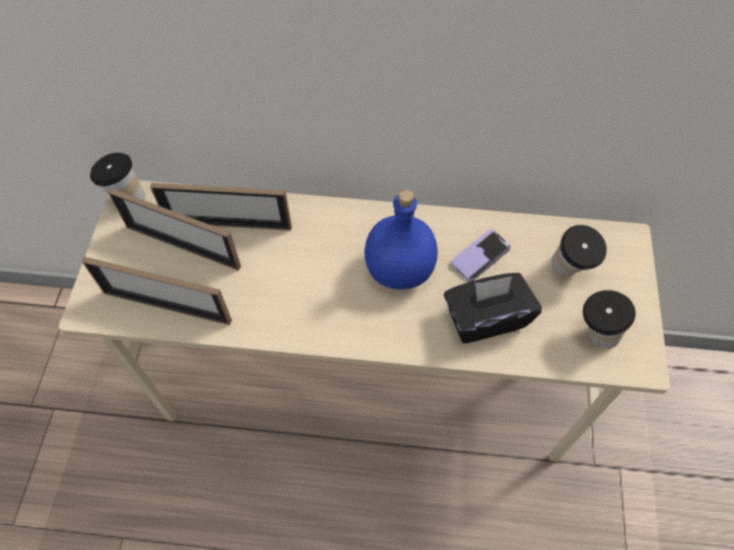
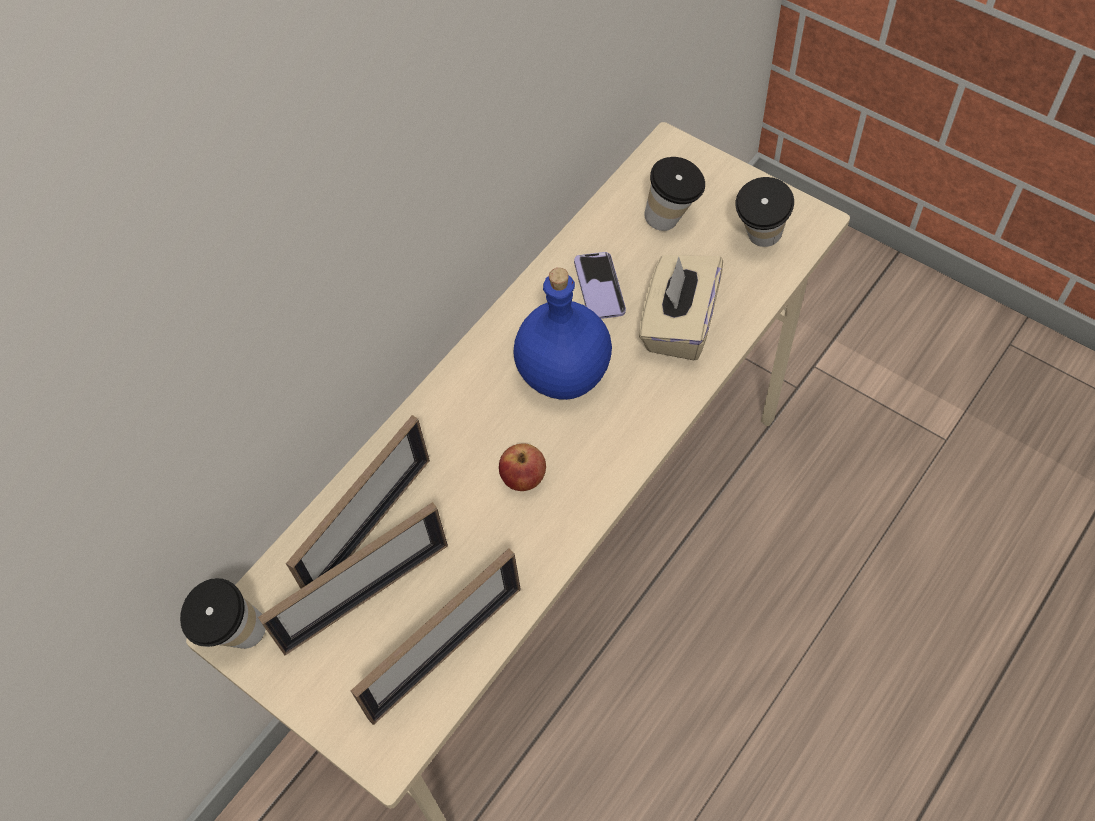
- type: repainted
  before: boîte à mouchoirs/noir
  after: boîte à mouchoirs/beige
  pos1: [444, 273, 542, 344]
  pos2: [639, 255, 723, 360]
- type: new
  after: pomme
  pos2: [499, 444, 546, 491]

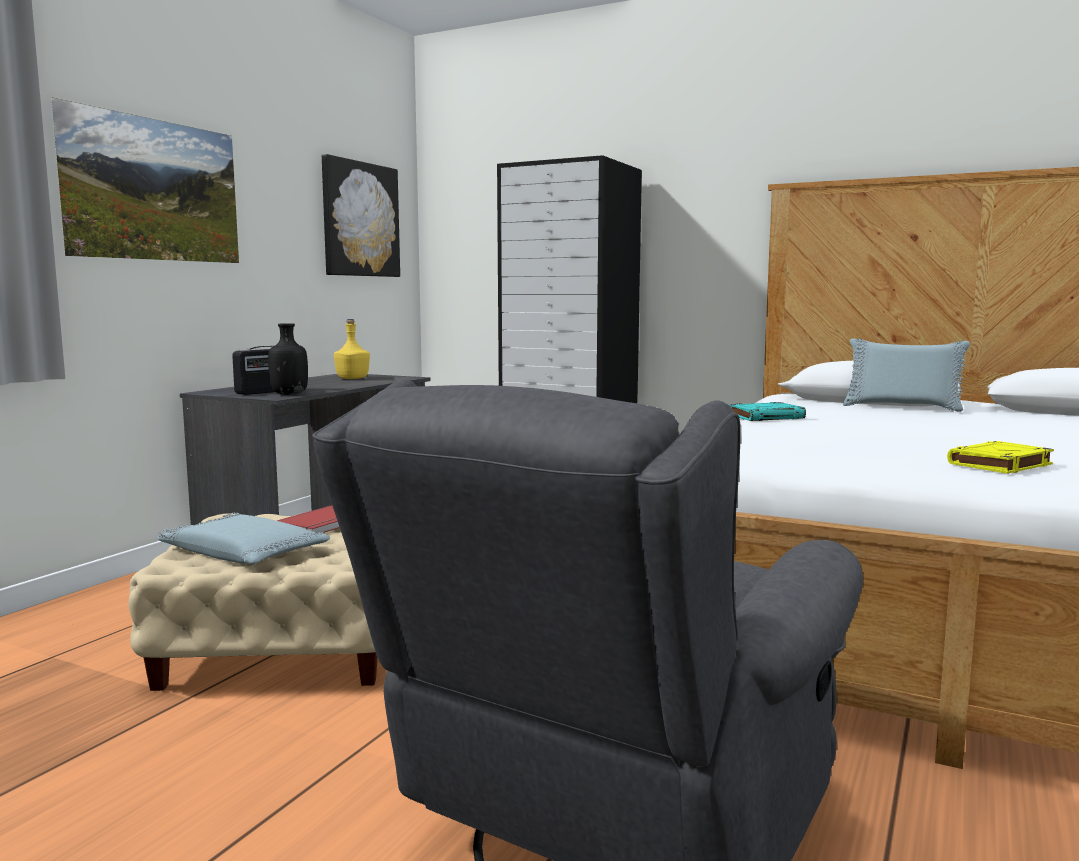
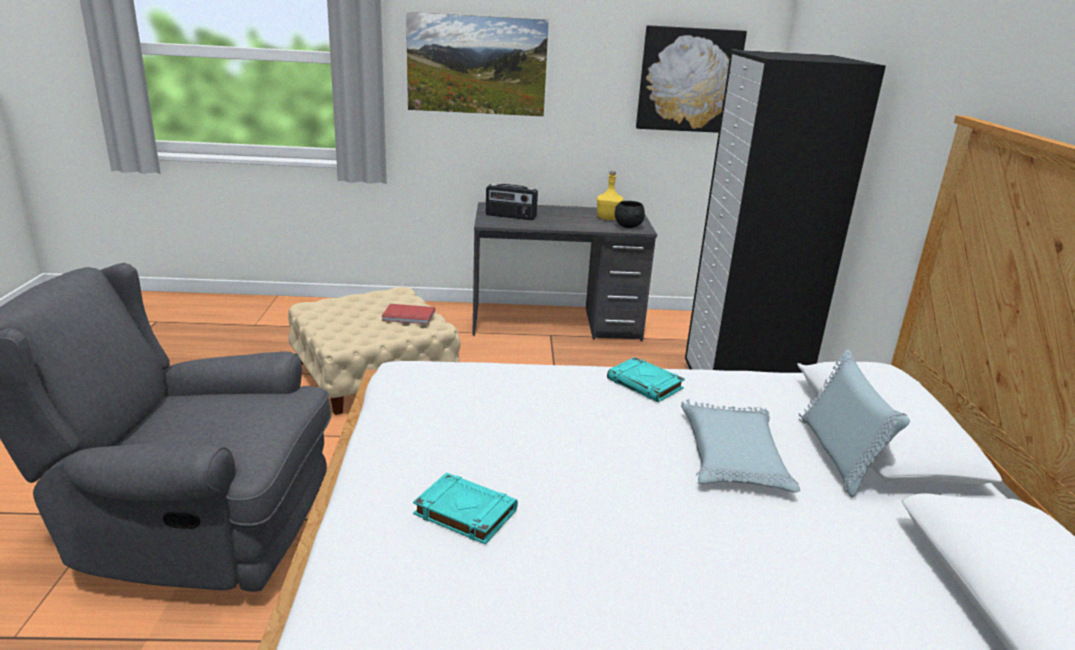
- type: shifted
  before: coussin/bleu
  pos1: [157, 512, 330, 565]
  pos2: [681, 399, 800, 493]
- type: gone
  before: bouteille/noir
  pos1: [268, 323, 308, 395]
- type: repainted
  before: livre/jaune
  after: livre/turquoise
  pos1: [947, 441, 1054, 474]
  pos2: [413, 472, 518, 545]
- type: new
  after: bol/noir
  pos2: [615, 201, 645, 228]

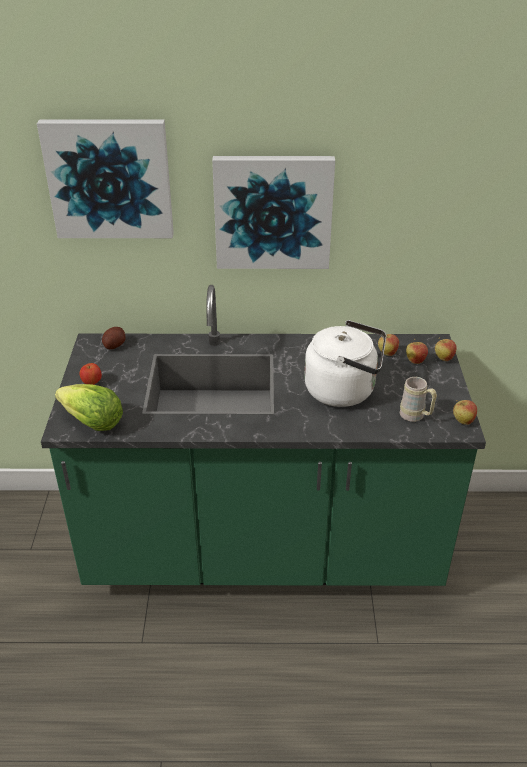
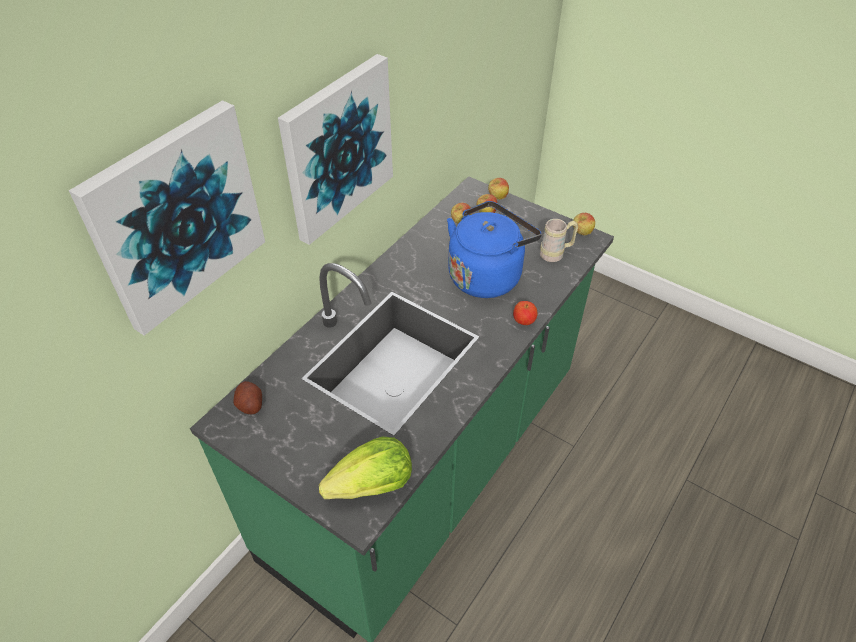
- type: shifted
  before: pomme
  pos1: [79, 363, 102, 385]
  pos2: [513, 301, 538, 325]
- type: repainted
  before: bouilloire/blanc
  after: bouilloire/bleu
  pos1: [304, 320, 386, 407]
  pos2: [447, 201, 542, 298]

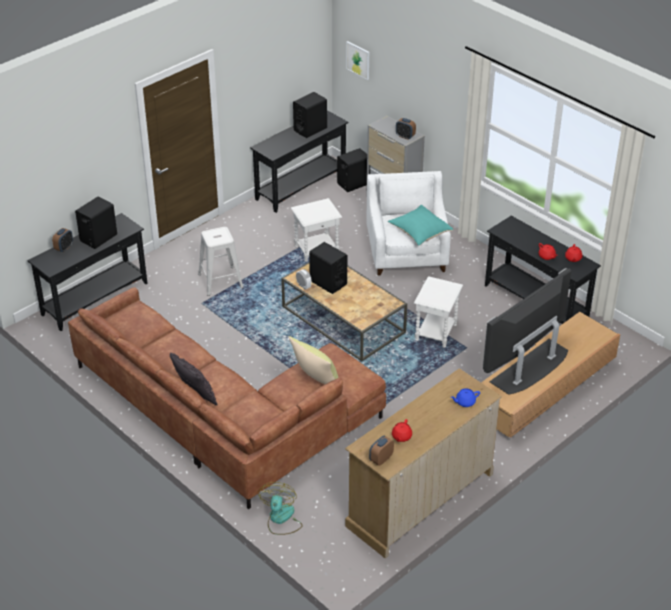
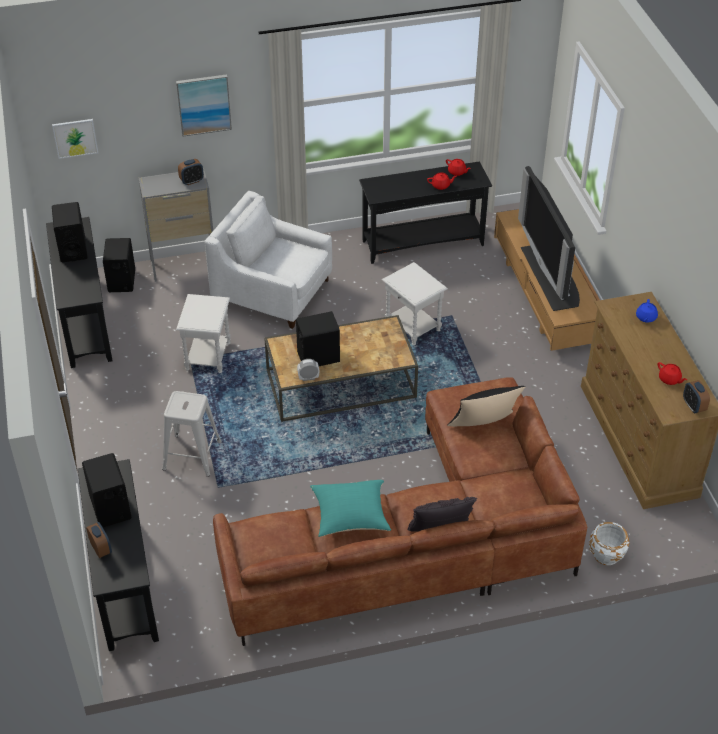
- type: swapped
  before: ventilateur
  after: cache-pot/blanc
  pos1: [258, 482, 303, 535]
  pos2: [589, 522, 630, 565]
- type: repainted
  before: coussin/jaune
  after: coussin/noir
  pos1: [289, 336, 338, 384]
  pos2: [447, 386, 525, 427]
- type: shifted
  before: coussin/turquoise
  pos1: [388, 205, 453, 246]
  pos2: [310, 480, 392, 537]
- type: new
  after: tableau
  pos2: [176, 74, 232, 137]

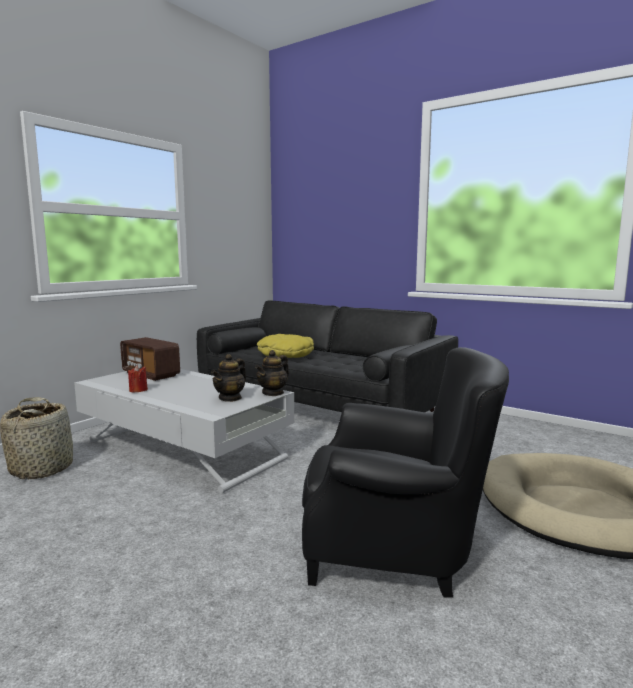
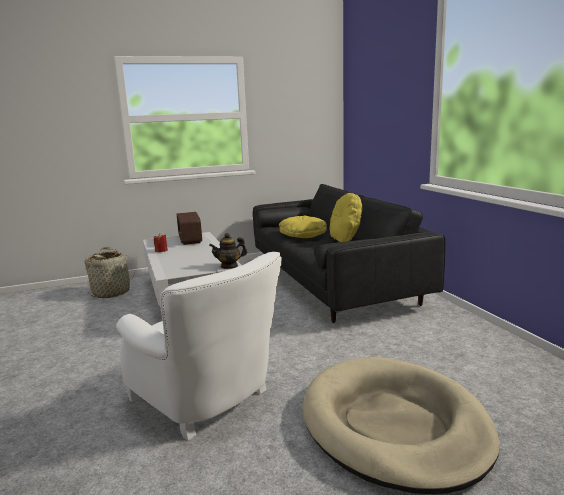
- type: gone
  before: théière
  pos1: [211, 354, 246, 402]
- type: repainted
  before: fauteuil/noir
  after: fauteuil/blanc
  pos1: [302, 347, 509, 598]
  pos2: [116, 252, 282, 440]
- type: new
  after: coussin/jaune
  pos2: [330, 193, 362, 242]

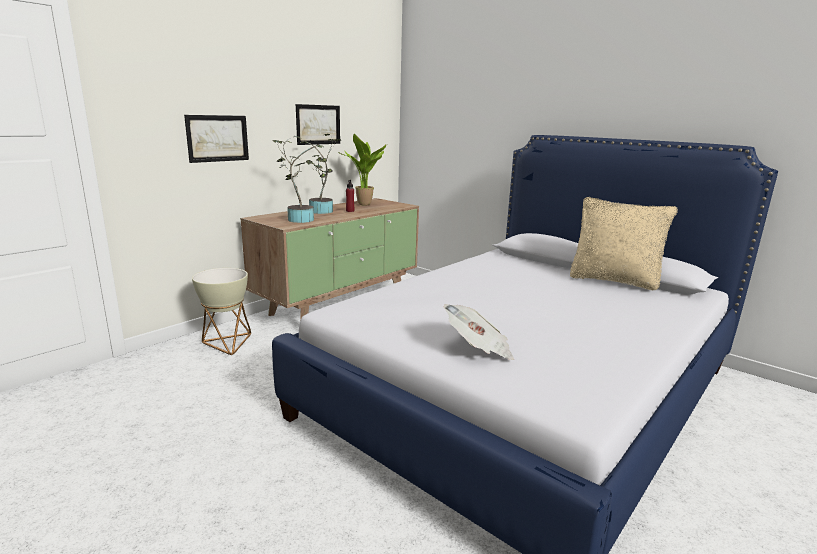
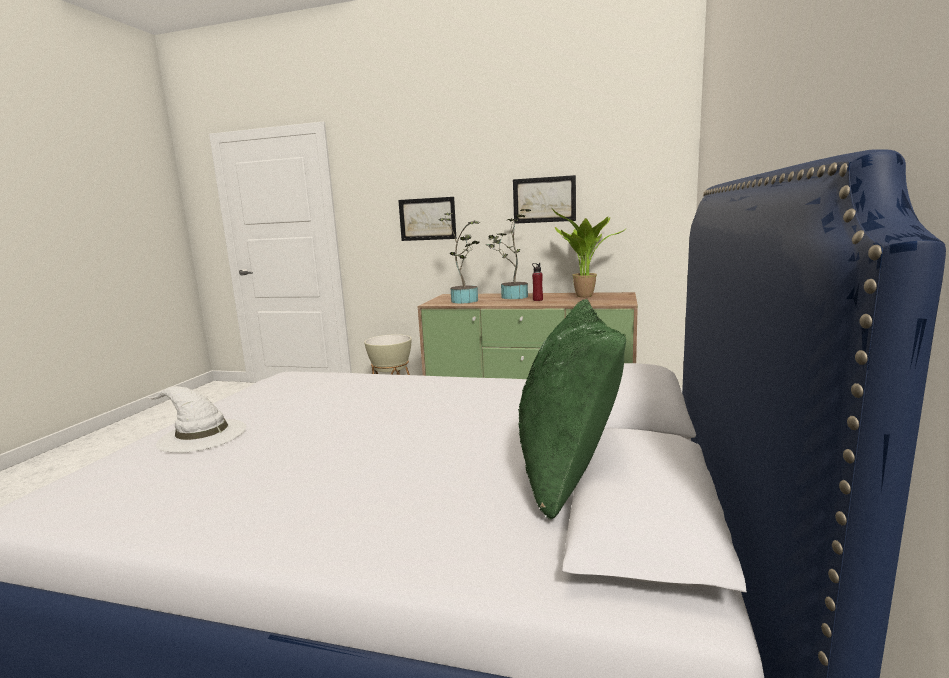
- type: swapped
  before: journal
  after: chapeau/blanc
  pos1: [444, 304, 515, 360]
  pos2: [147, 386, 246, 453]
- type: repainted
  before: coussin/beige
  after: coussin/vert
  pos1: [570, 197, 678, 291]
  pos2: [518, 298, 626, 520]

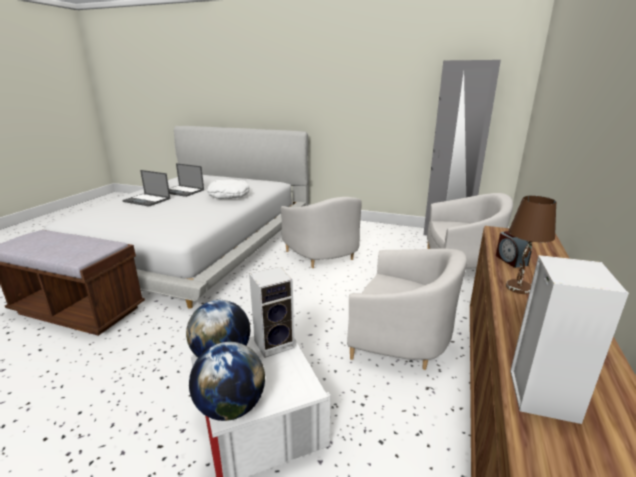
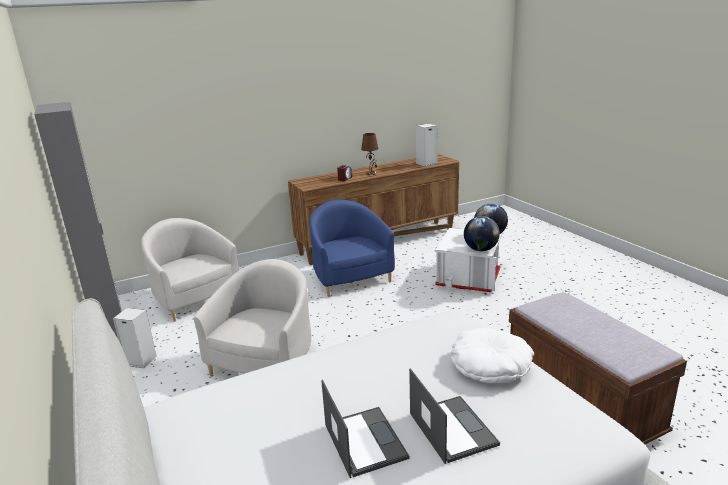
- type: shifted
  before: coussin/blanc
  pos1: [207, 179, 249, 199]
  pos2: [451, 328, 534, 384]
- type: shifted
  before: enceinte
  pos1: [249, 267, 295, 358]
  pos2: [113, 308, 157, 368]
- type: repainted
  before: fauteuil/blanc
  after: fauteuil/bleu
  pos1: [347, 249, 467, 370]
  pos2: [309, 199, 395, 297]

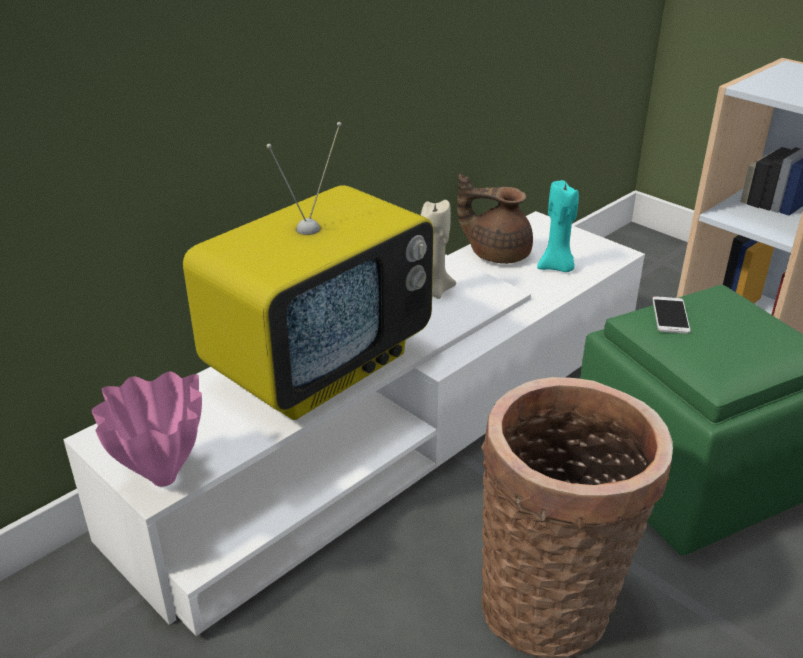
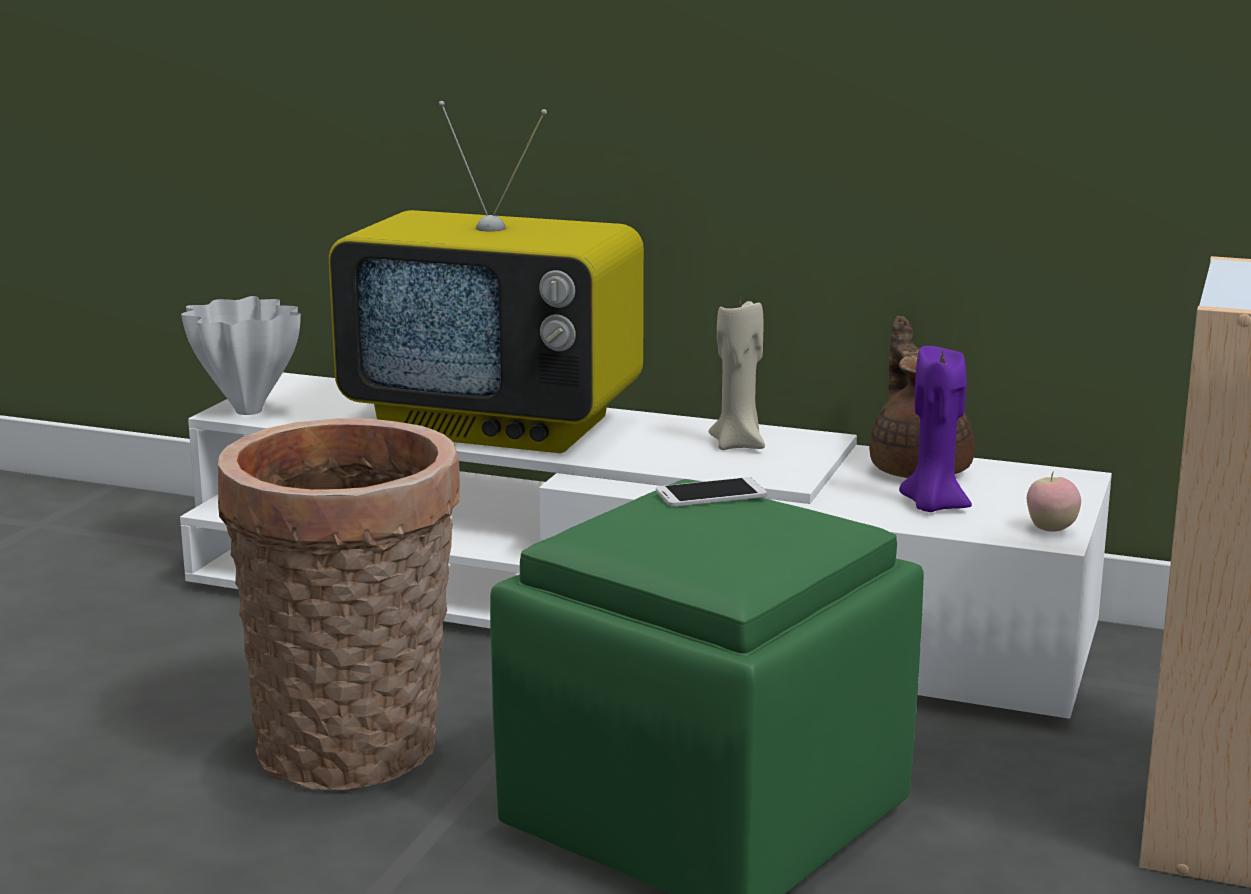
- type: repainted
  before: vase/rose
  after: vase/blanc
  pos1: [91, 372, 202, 487]
  pos2: [181, 296, 301, 415]
- type: repainted
  before: bougie/turquoise
  after: bougie/violet
  pos1: [537, 180, 579, 272]
  pos2: [899, 344, 972, 512]
- type: new
  after: pomme
  pos2: [1027, 471, 1081, 532]

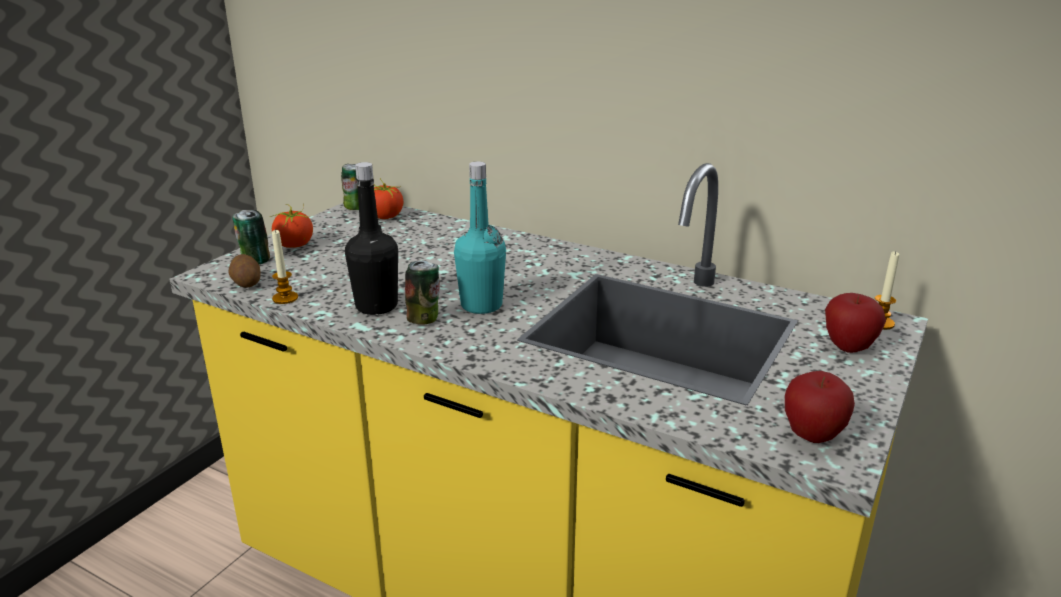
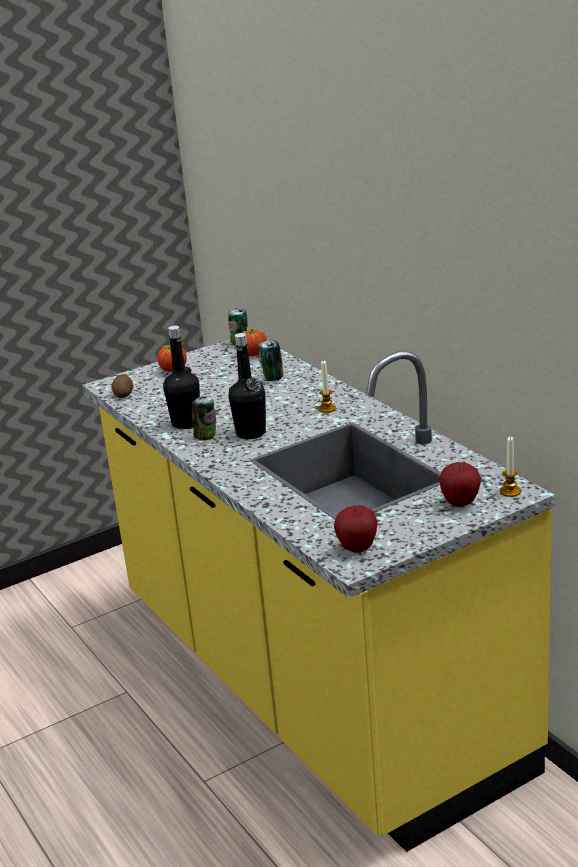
- type: shifted
  before: boîte métallique
  pos1: [232, 210, 270, 264]
  pos2: [259, 340, 283, 381]
- type: shifted
  before: bougie
  pos1: [272, 229, 298, 304]
  pos2: [318, 360, 336, 413]
- type: repainted
  before: bouteille/turquoise
  after: bouteille/noir
  pos1: [454, 161, 506, 314]
  pos2: [228, 333, 266, 439]

